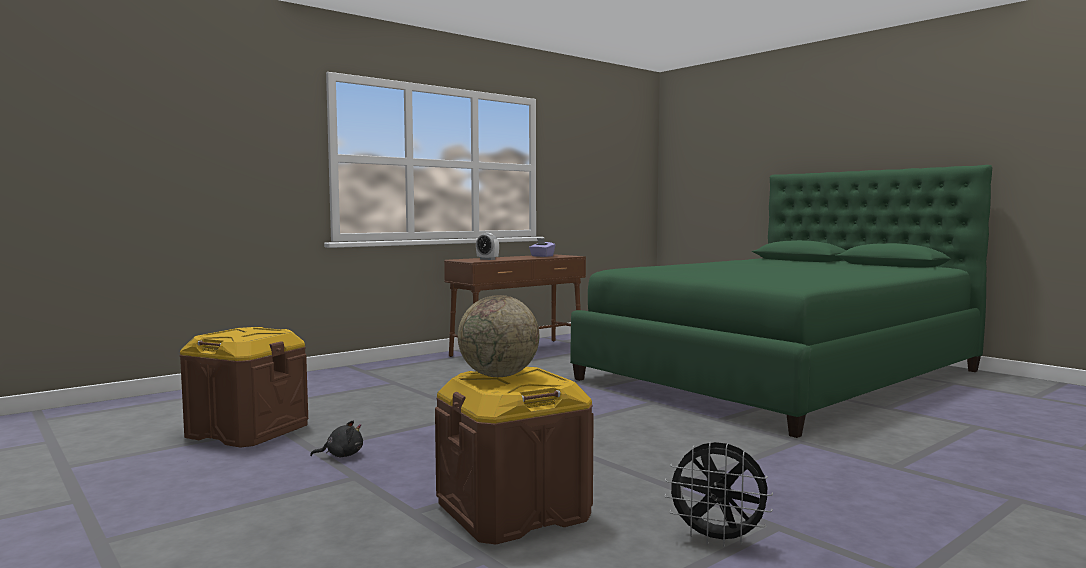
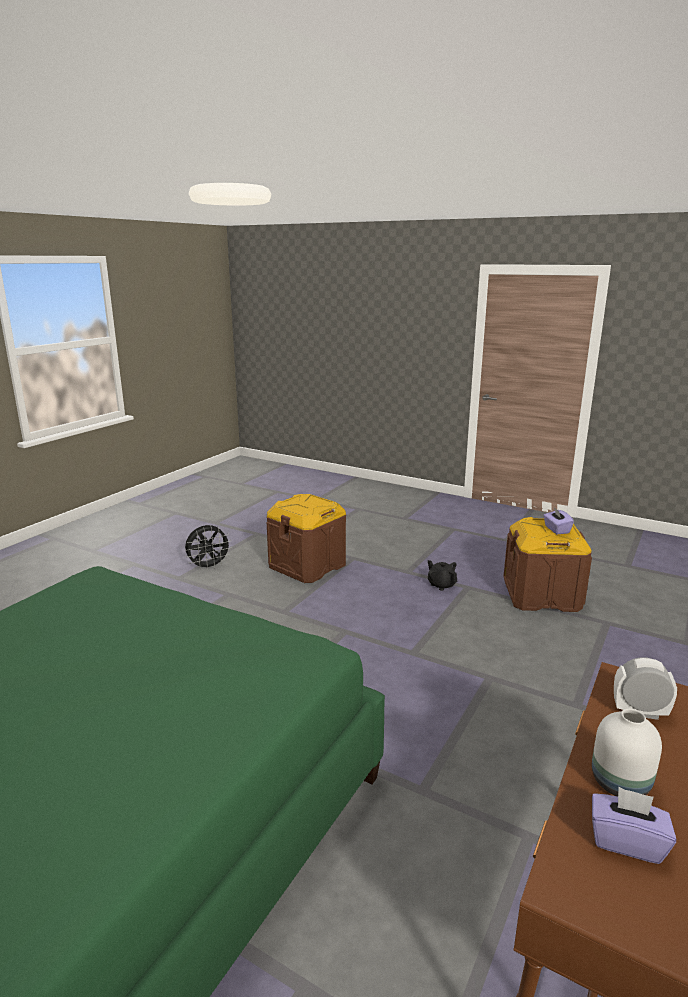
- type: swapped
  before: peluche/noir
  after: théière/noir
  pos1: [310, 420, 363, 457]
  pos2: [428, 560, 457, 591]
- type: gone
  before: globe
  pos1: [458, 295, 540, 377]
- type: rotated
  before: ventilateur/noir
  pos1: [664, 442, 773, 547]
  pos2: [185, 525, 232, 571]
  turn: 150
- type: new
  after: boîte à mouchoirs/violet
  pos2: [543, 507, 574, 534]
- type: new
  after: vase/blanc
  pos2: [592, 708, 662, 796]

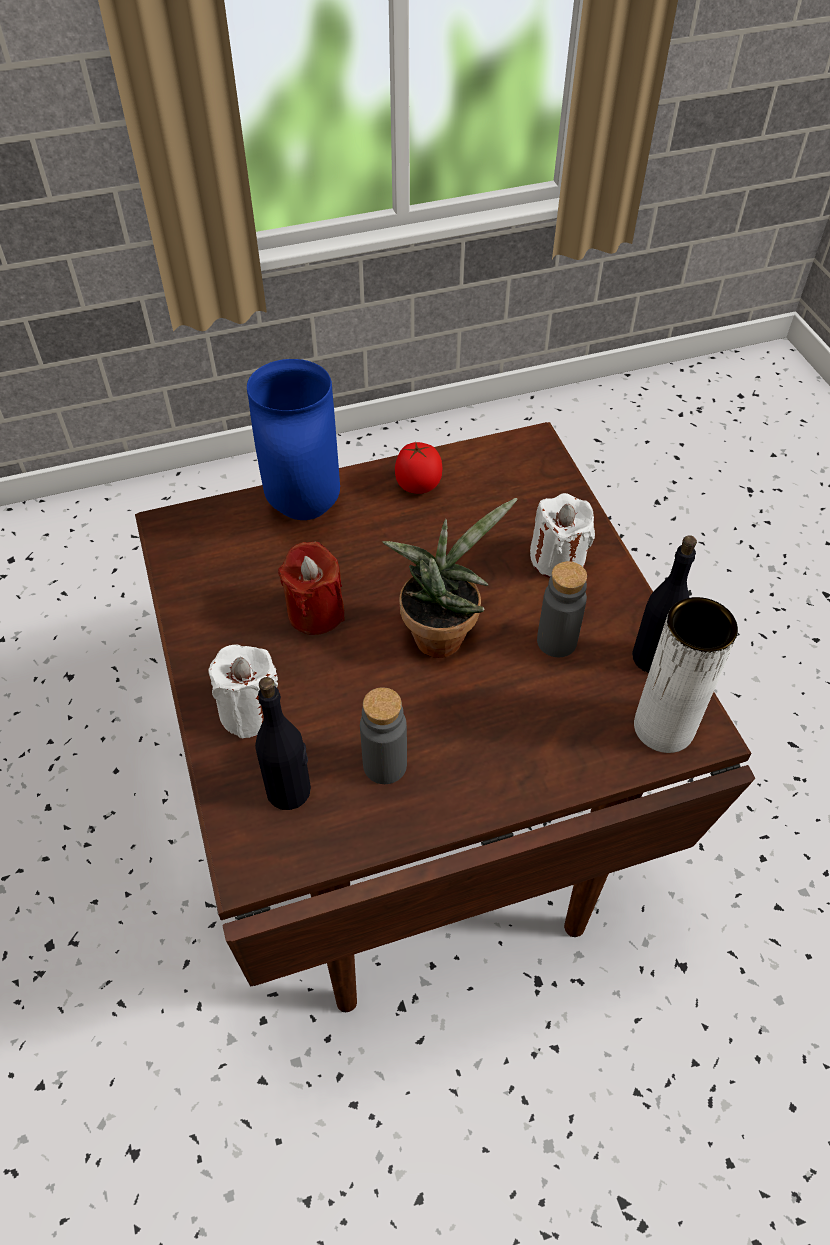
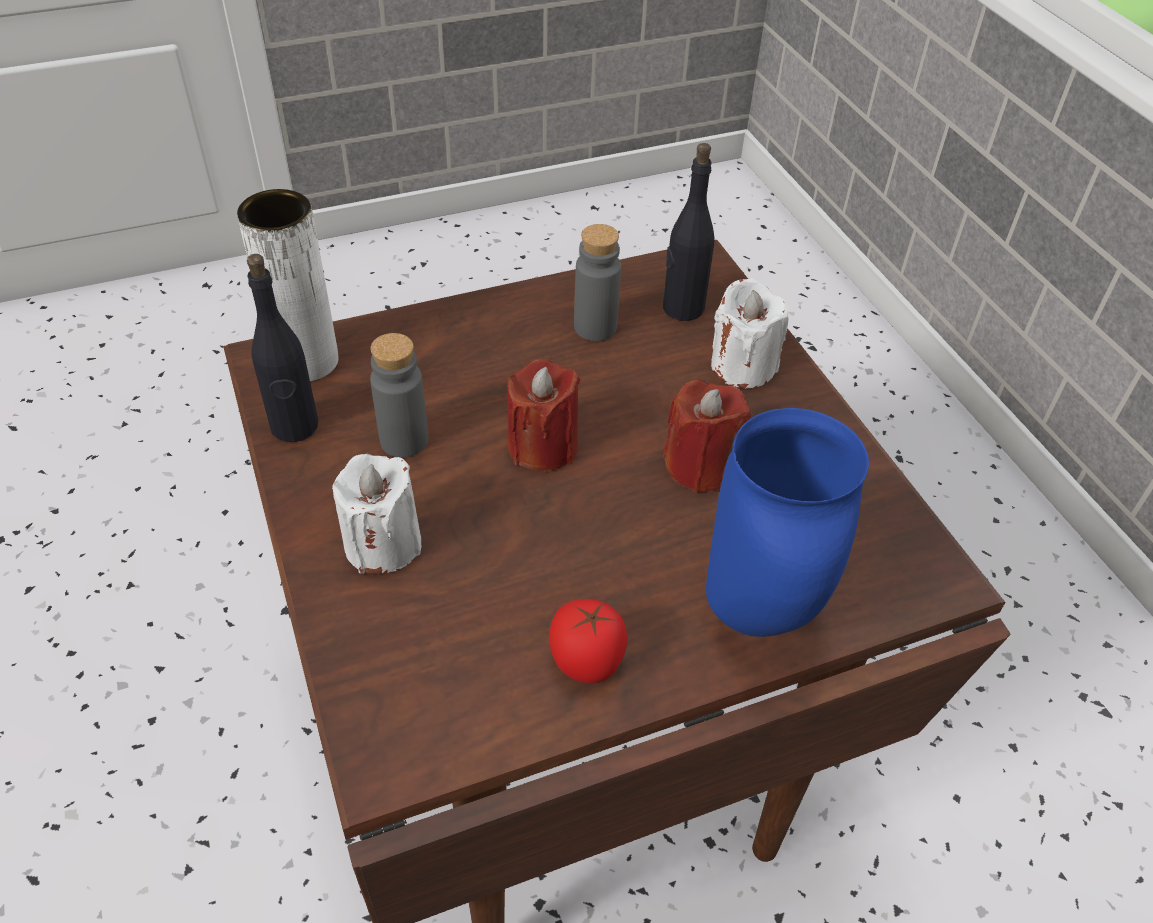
- type: swapped
  before: plante en pot
  after: bougie/rouge
  pos1: [382, 498, 518, 658]
  pos2: [507, 359, 580, 471]

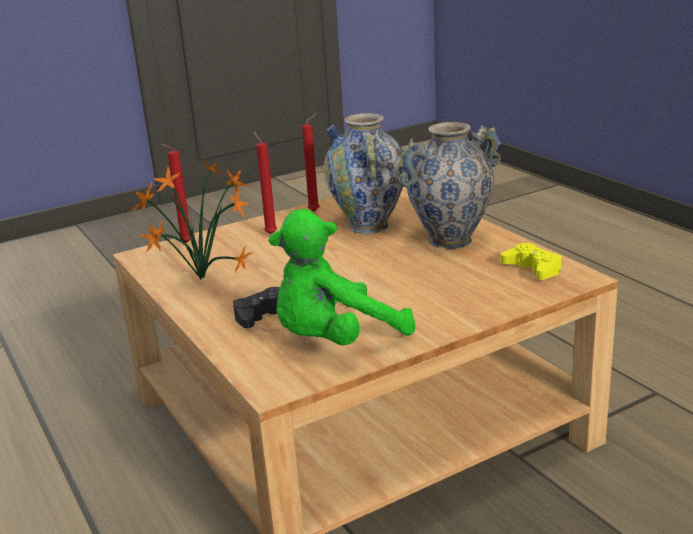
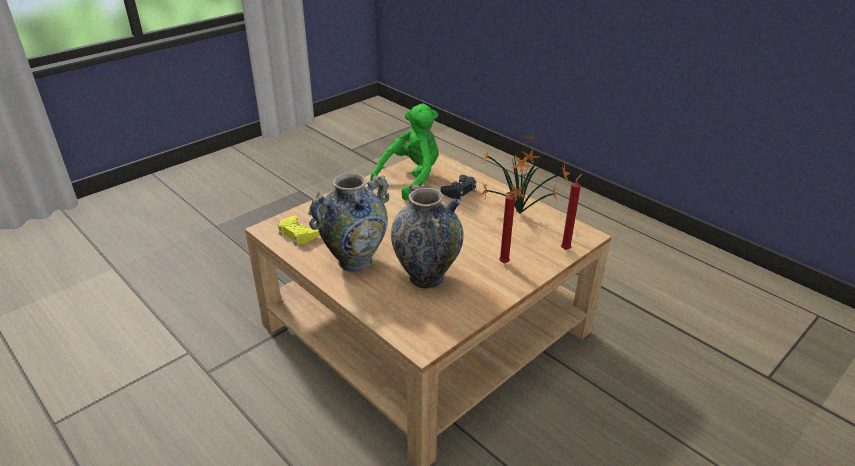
- type: gone
  before: bougie/rouge
  pos1: [302, 114, 320, 212]

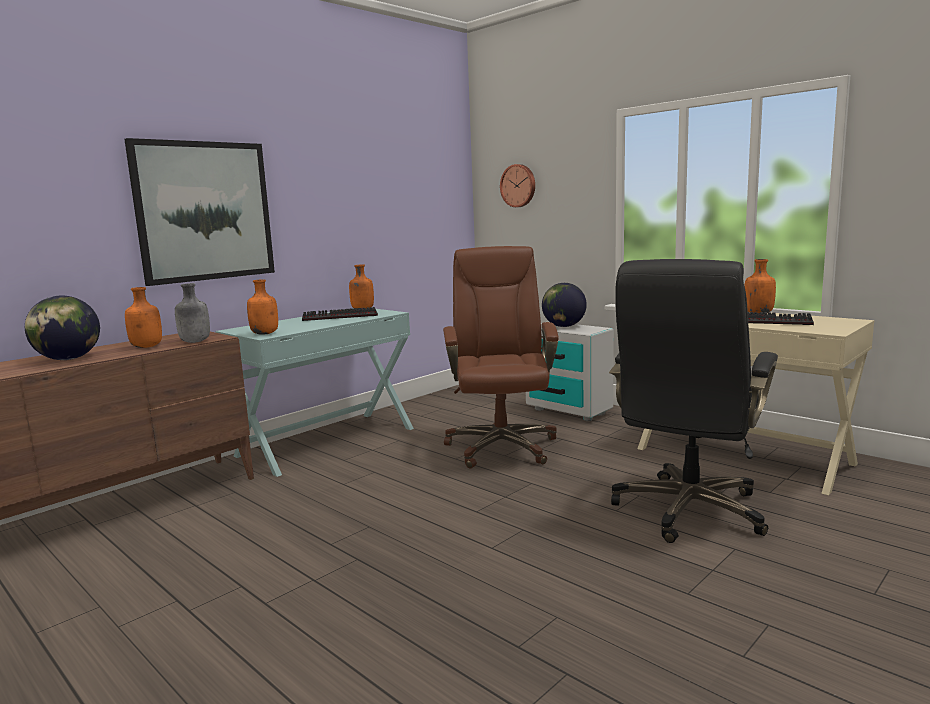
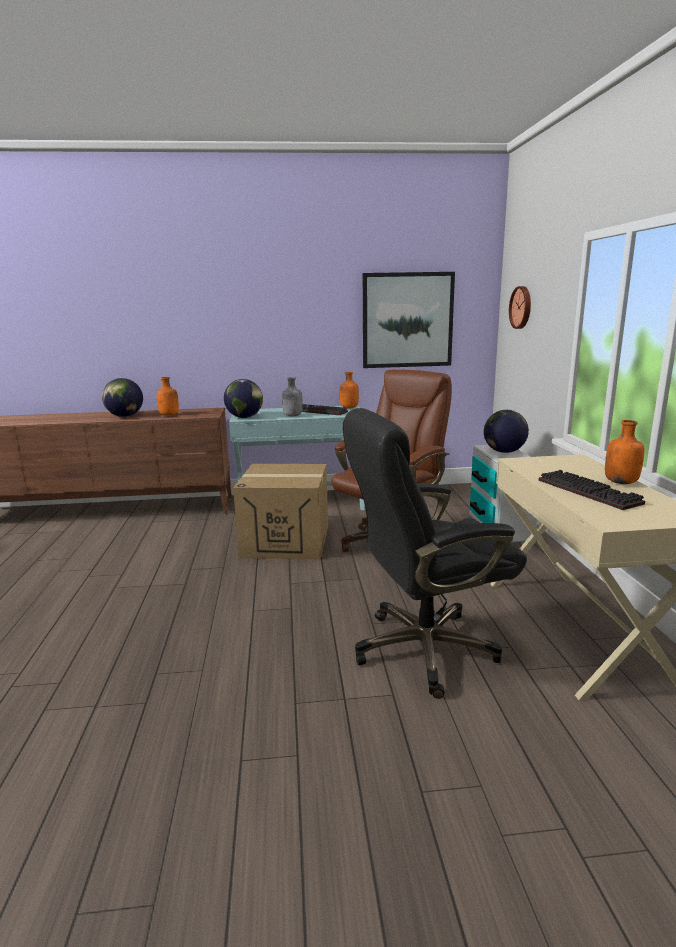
- type: shifted
  before: tableau
  pos1: [124, 138, 275, 286]
  pos2: [363, 272, 455, 368]
- type: shifted
  before: bouteille/gris
  pos1: [175, 283, 210, 343]
  pos2: [282, 377, 303, 417]
- type: swapped
  before: bouteille/orange
  after: globe
  pos1: [247, 279, 278, 335]
  pos2: [224, 379, 263, 418]
- type: new
  after: carton
  pos2: [233, 464, 328, 559]

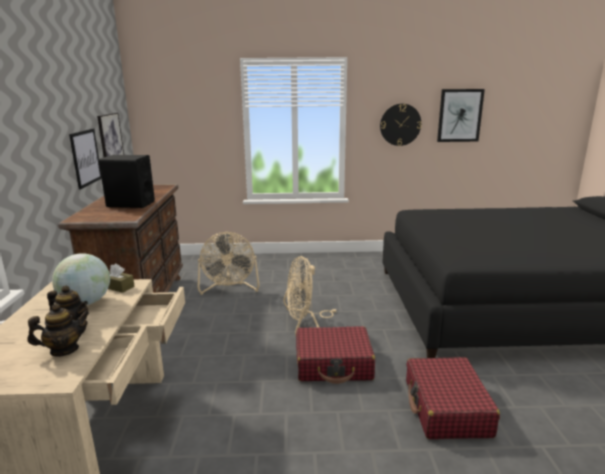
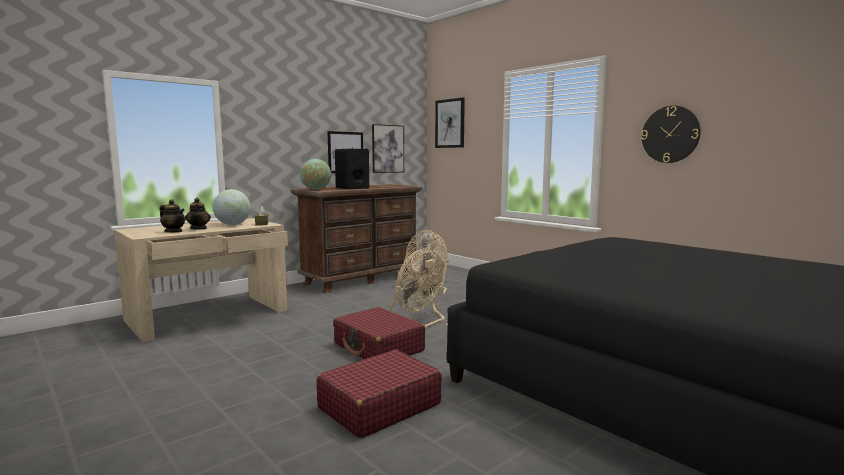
- type: shifted
  before: tableau
  pos1: [437, 89, 485, 142]
  pos2: [435, 98, 465, 148]
- type: new
  after: globe
  pos2: [300, 159, 331, 190]

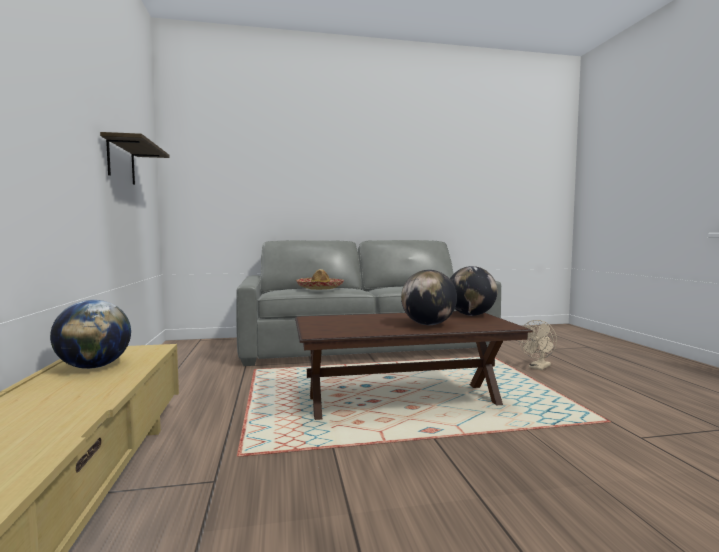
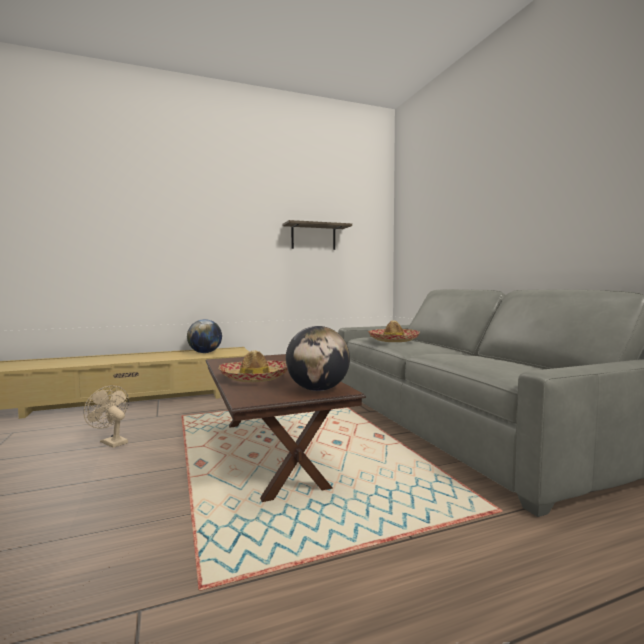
- type: swapped
  before: globe
  after: chapeau
  pos1: [401, 270, 457, 325]
  pos2: [218, 350, 287, 382]
- type: shifted
  before: ventilateur/beige
  pos1: [519, 320, 557, 370]
  pos2: [83, 385, 129, 448]

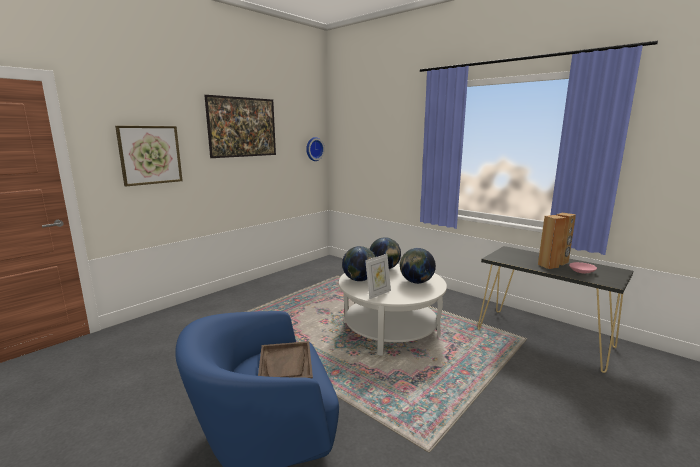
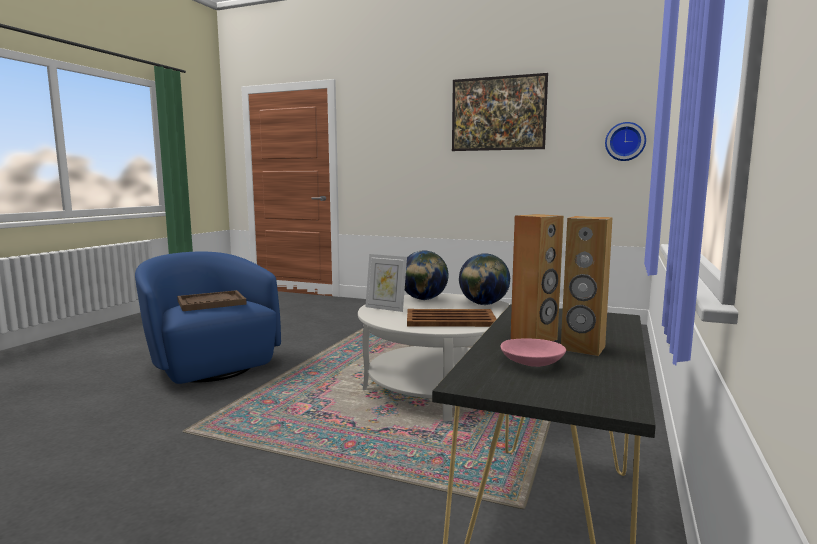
- type: gone
  before: tableau
  pos1: [115, 126, 183, 186]
- type: swapped
  before: globe
  after: plateau/marron
  pos1: [400, 248, 436, 284]
  pos2: [407, 309, 496, 327]

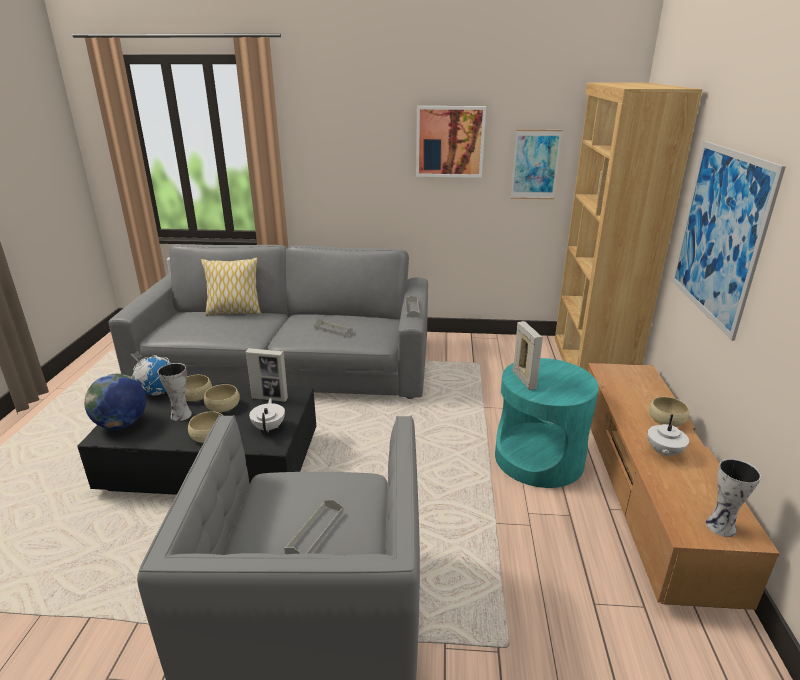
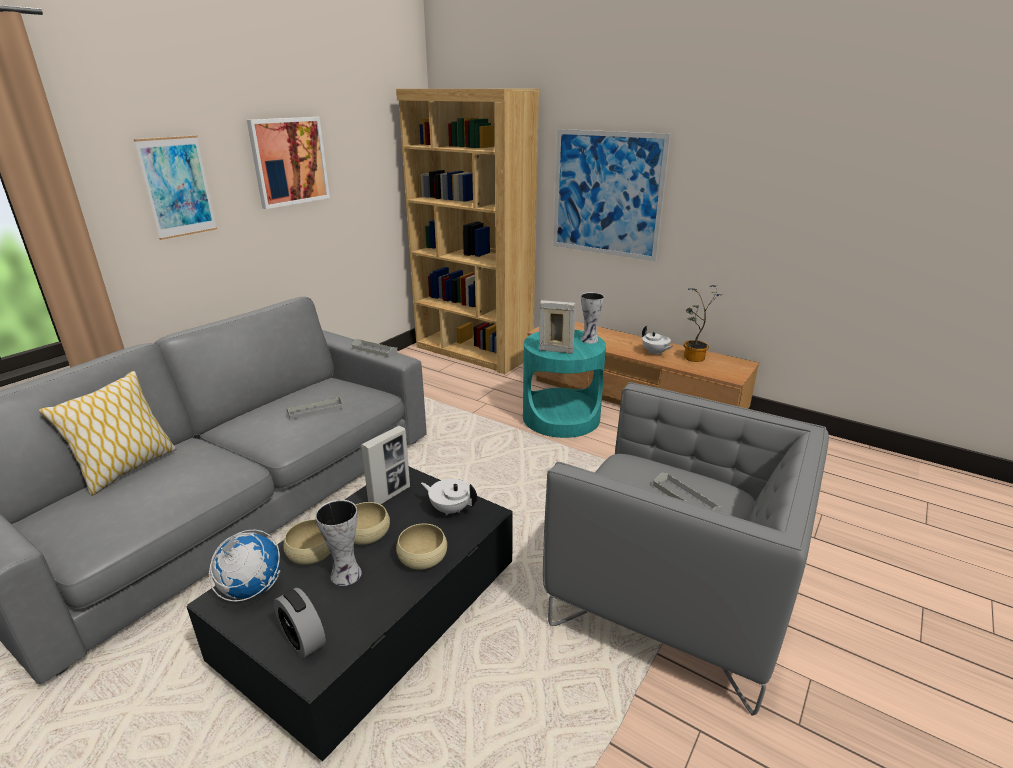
- type: swapped
  before: globe
  after: réveil
  pos1: [84, 374, 146, 429]
  pos2: [274, 588, 326, 659]
- type: shifted
  before: tableau
  pos1: [511, 129, 562, 199]
  pos2: [134, 135, 217, 240]
- type: gone
  before: bol/beige
  pos1: [649, 397, 689, 427]
- type: shifted
  before: vase
  pos1: [706, 459, 761, 537]
  pos2: [581, 292, 604, 343]
- type: new
  after: plante en pot
  pos2: [684, 285, 722, 362]

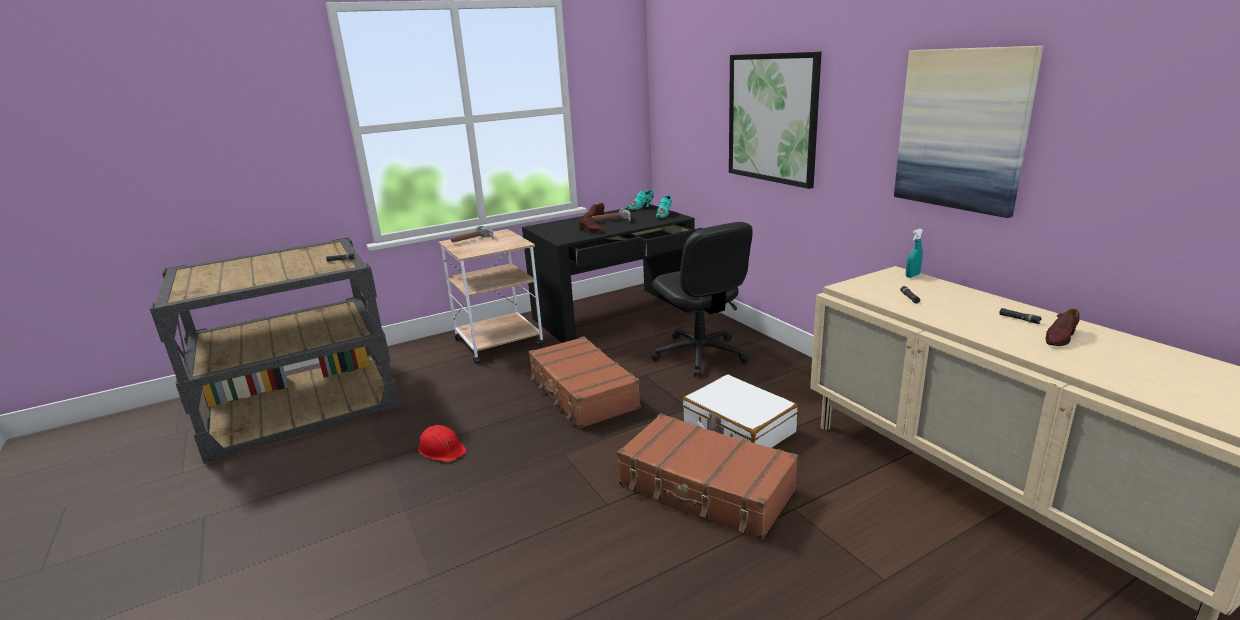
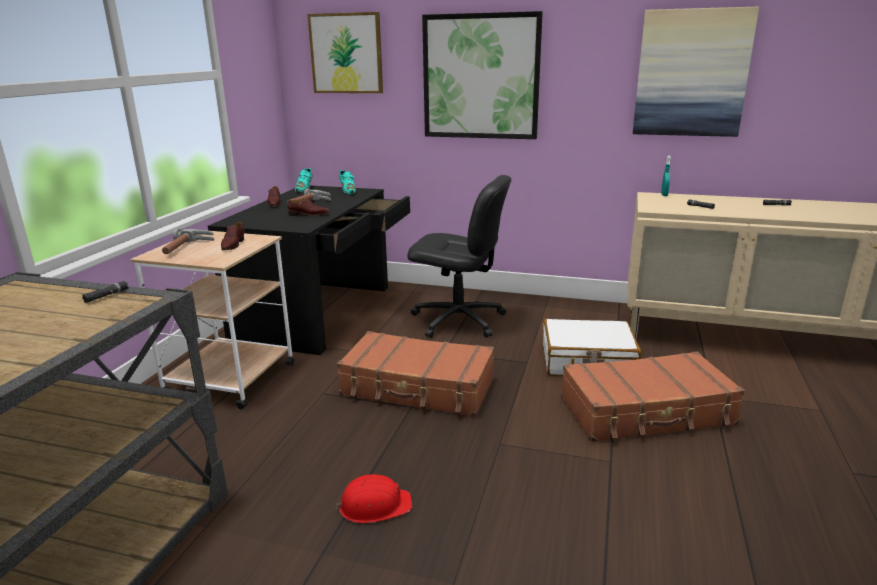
- type: shifted
  before: chaussure/marron
  pos1: [1045, 308, 1080, 346]
  pos2: [221, 222, 245, 250]
- type: new
  after: tableau
  pos2: [307, 12, 383, 93]

